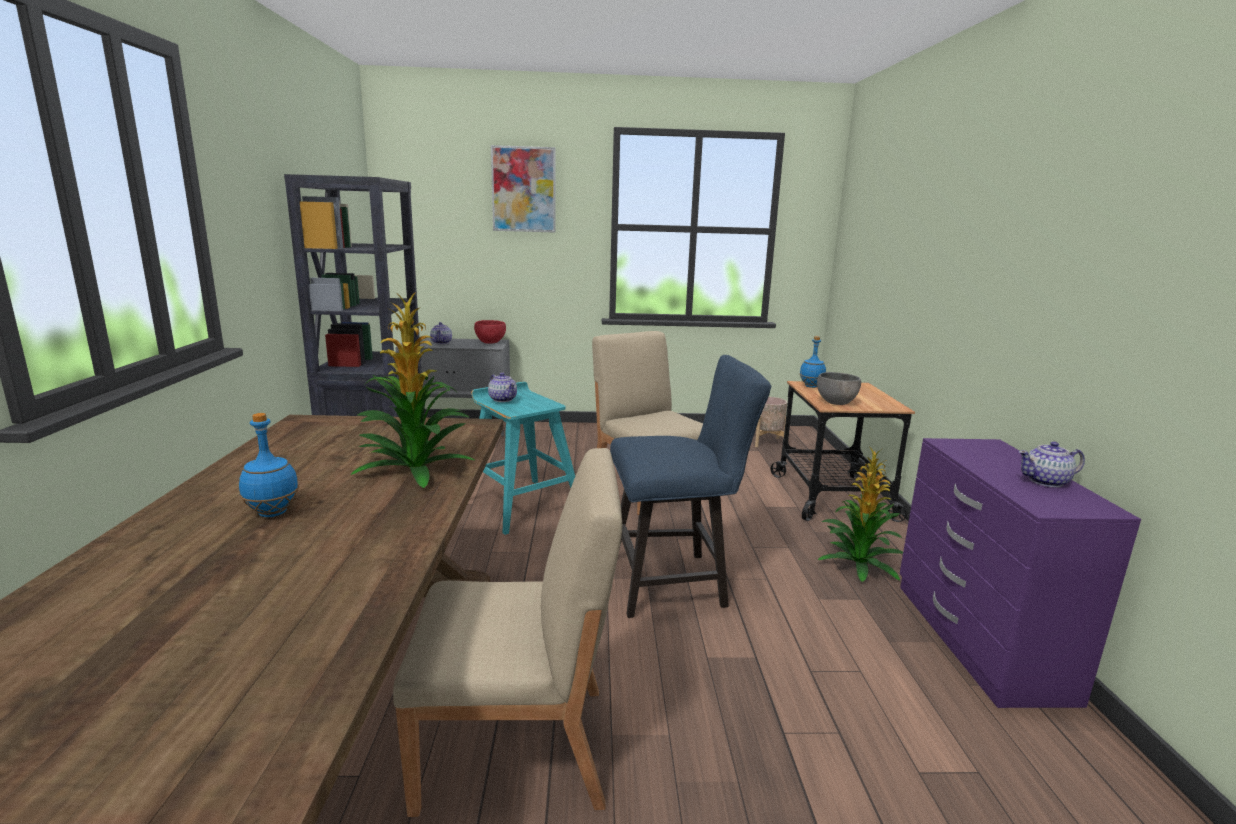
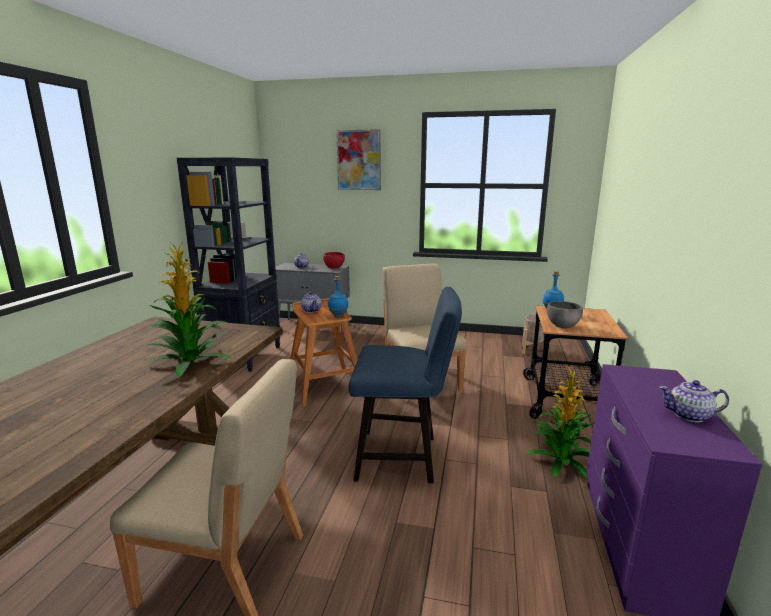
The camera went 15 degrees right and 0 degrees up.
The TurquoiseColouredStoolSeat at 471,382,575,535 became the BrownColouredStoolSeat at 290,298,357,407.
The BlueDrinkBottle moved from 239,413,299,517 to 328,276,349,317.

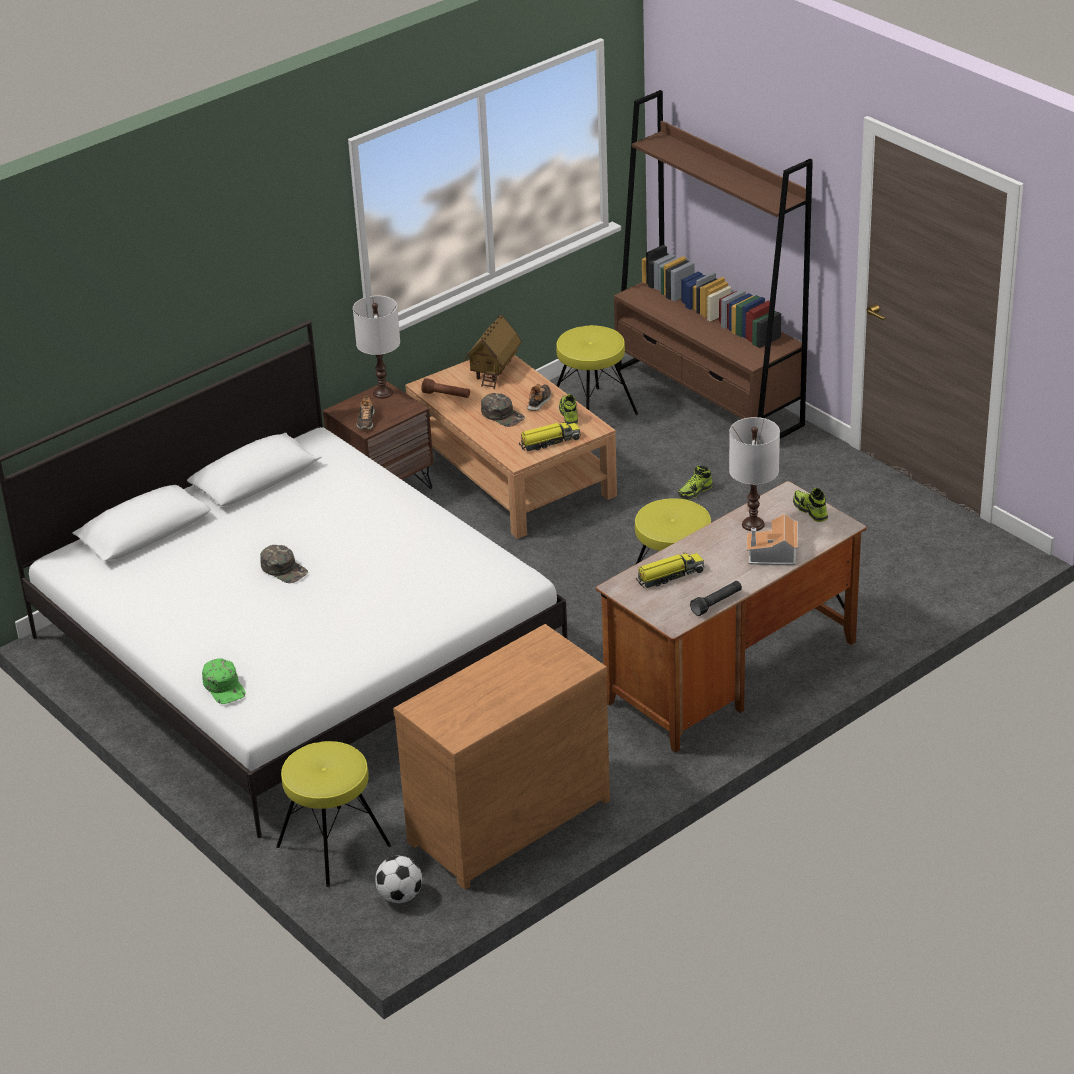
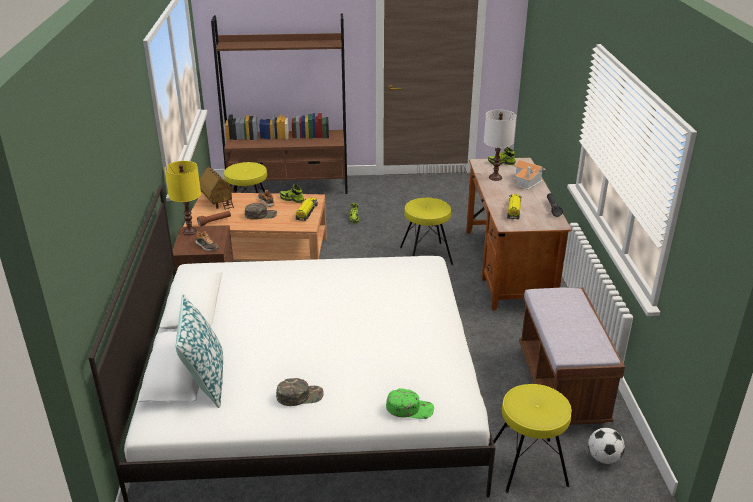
The camera went 55 degrees left and 5 degrees down.
The WhitishTableLamp at 353,296,400,399 became the YellowishTableLamp at 164,161,201,236.
The GreenCap moved from 260,545,308,583 to 276,378,324,406.
The BrownColouredDrawerChest at 393,624,610,890 was replaced by the BrownColouredLongSeat at 519,288,625,425.
The ThrowPillow at 176,294,223,408 appeared.

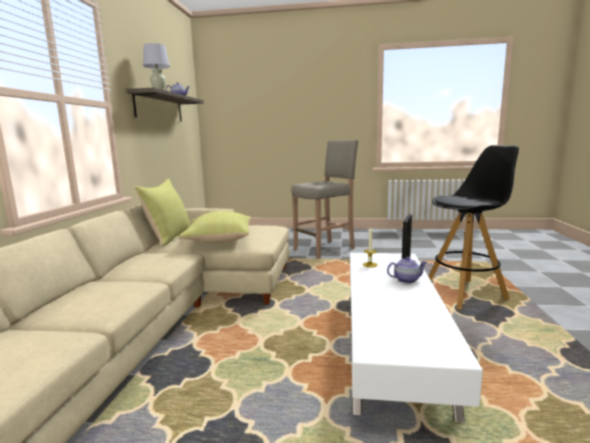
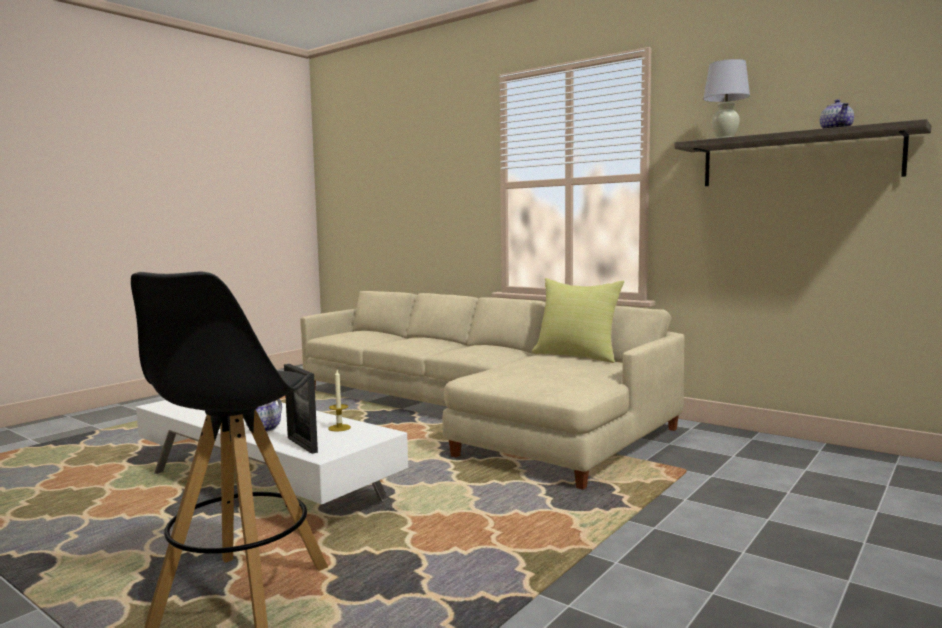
The camera went 120 degrees right and 5 degrees down.
The SandColouredStoolSeat at 291,140,359,259 disappeared.
The YellowishThrowPillow at 179,211,250,243 disappeared.

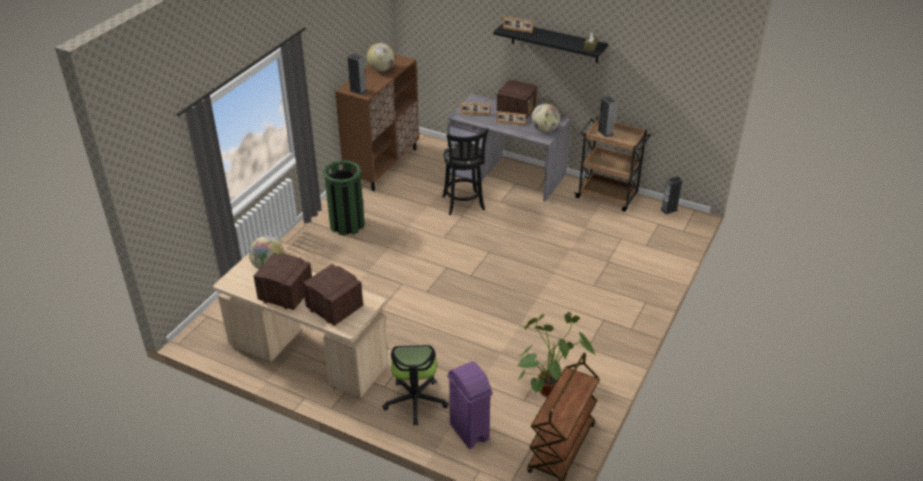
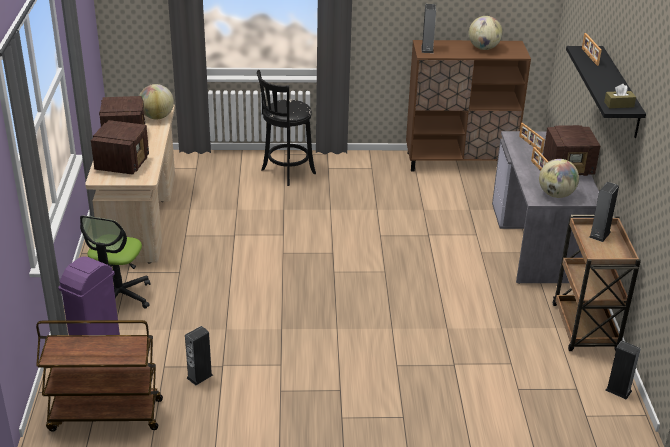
The camera went 60 degrees right and 5 degrees down.
The BlackStoolSeat moved from 442,128,489,215 to 257,70,316,186.
The GreenWasteBin at 323,160,365,236 disappeared.
The Houseplant at 516,312,596,397 was replaced by the AudioSpeaker at 185,326,213,386.
The DeskChair at 382,345,449,425 turned 45 degrees counterclockwise.

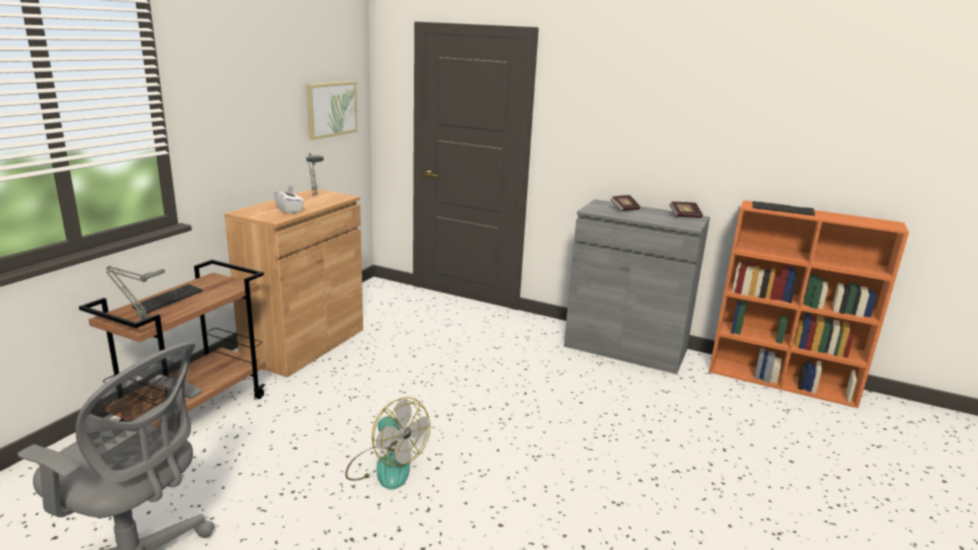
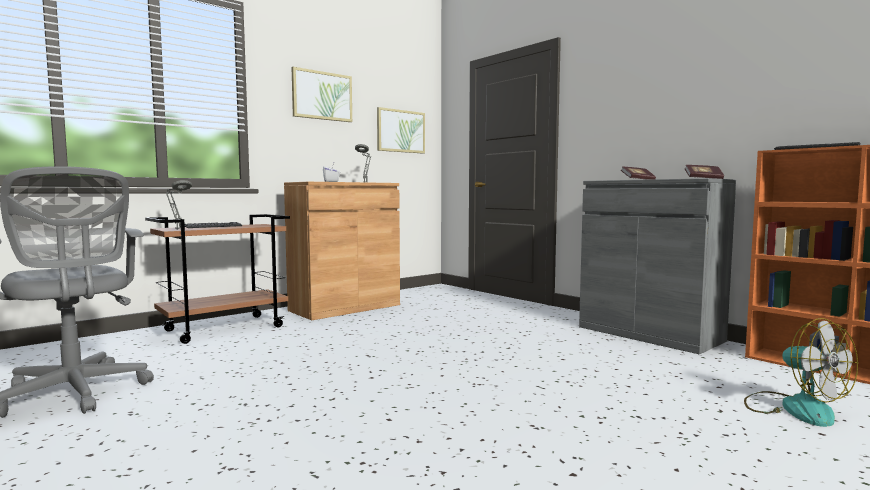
The camera went 25 degrees right and 15 degrees down.
The Fan moved from 345,397,430,489 to 744,318,858,427.
The Picture at 291,67,352,122 appeared.

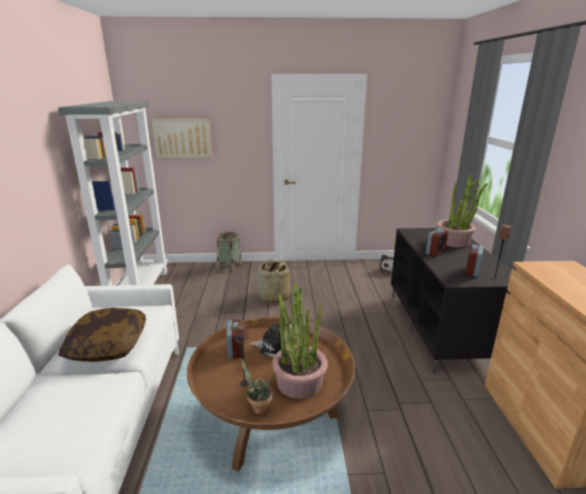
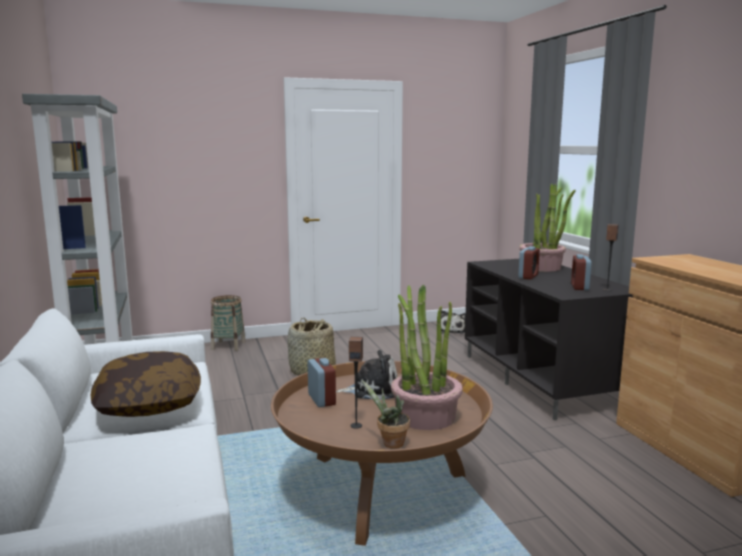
The camera went 15 degrees left and 10 degrees down.
The Picture at 151,119,212,158 disappeared.

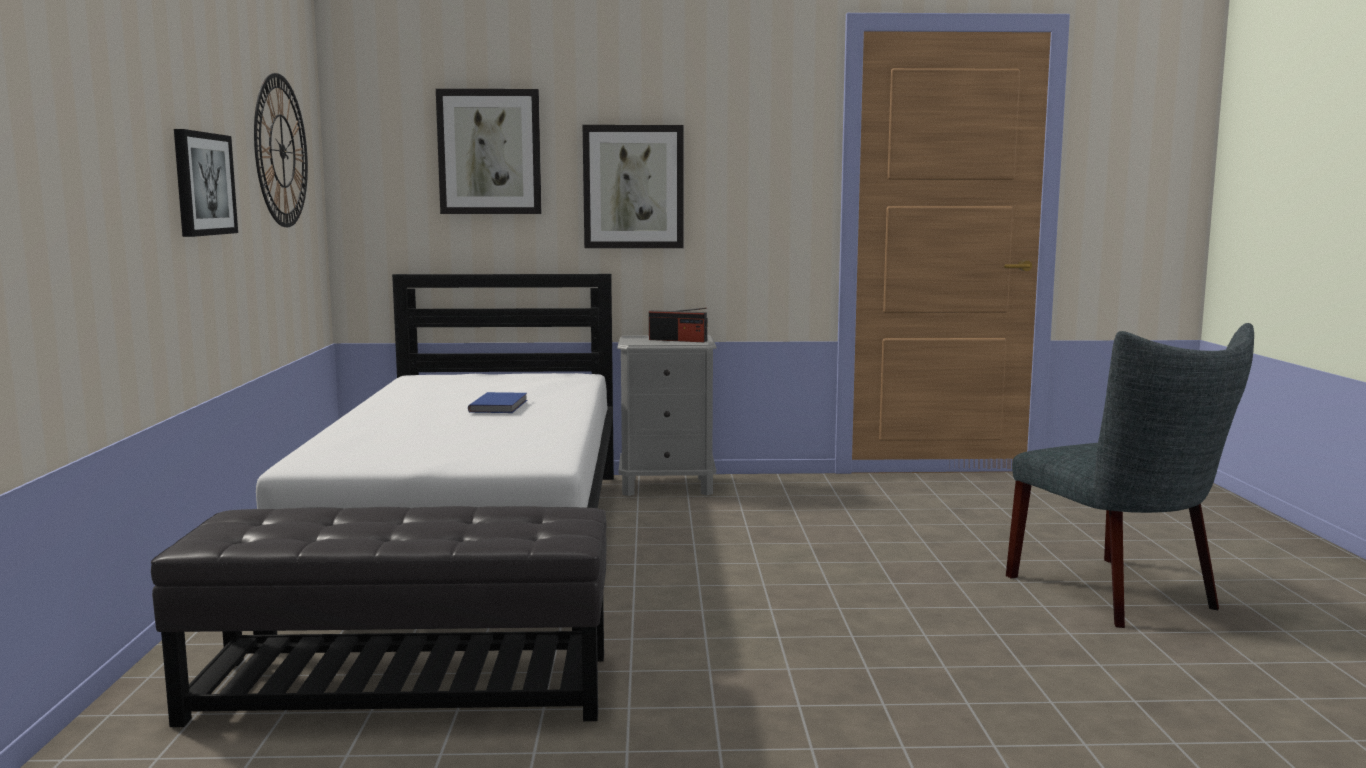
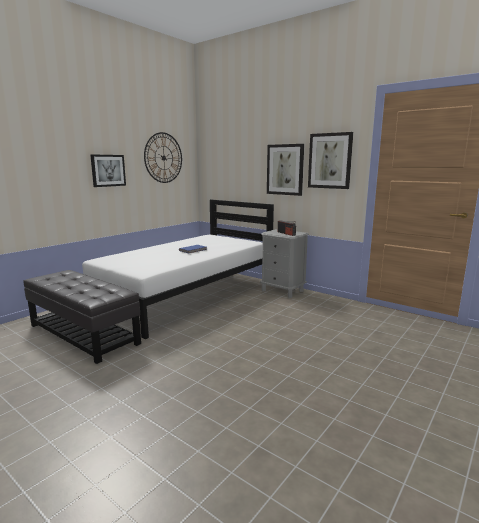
The camera went 40 degrees right and 5 degrees up.
The Picture moved from 436,89,542,214 to 308,132,353,189.
The GreyPlainChair at 1006,323,1254,628 disappeared.

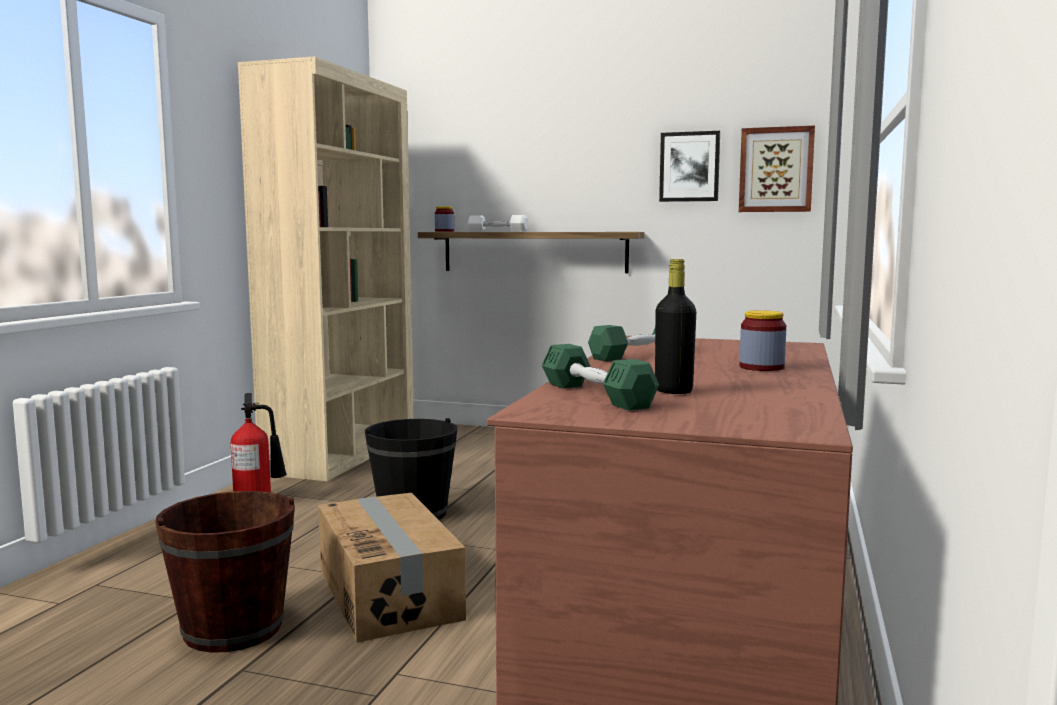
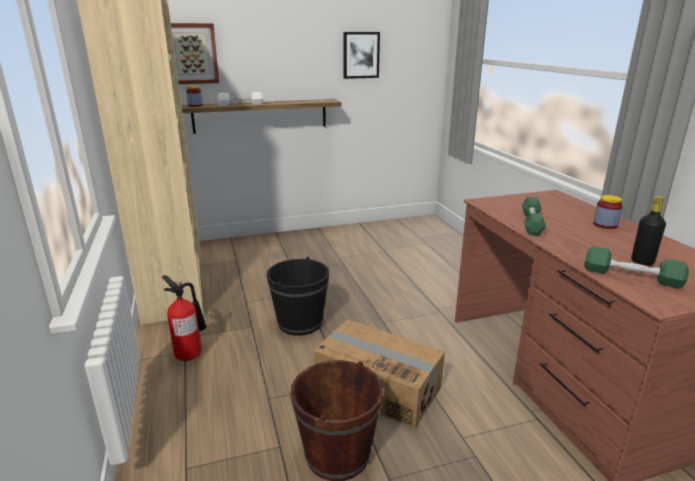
The camera went 35 degrees left and 15 degrees up.
The Picture moved from 739,126,815,212 to 171,23,219,84.

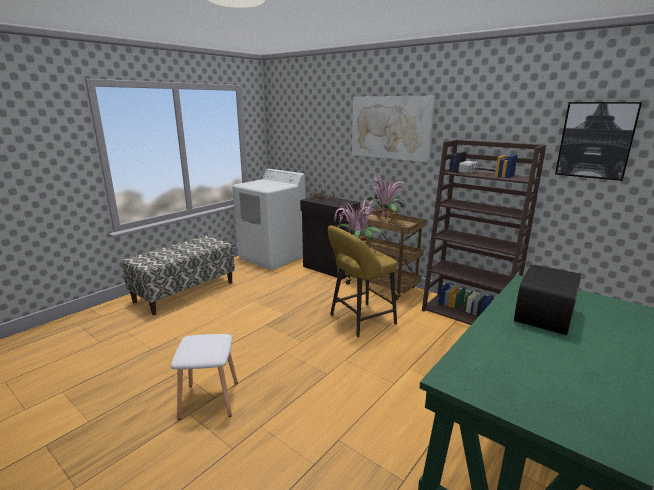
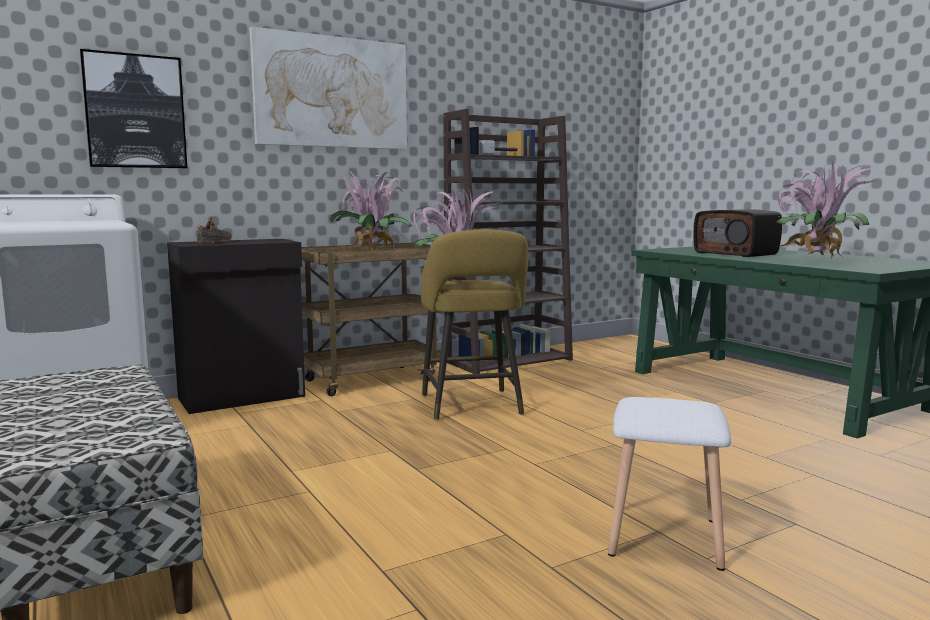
The camera went 70 degrees left and 10 degrees down.
The Picture moved from 555,102,642,181 to 80,49,187,168.
The Houseplant at 776,161,878,260 appeared.

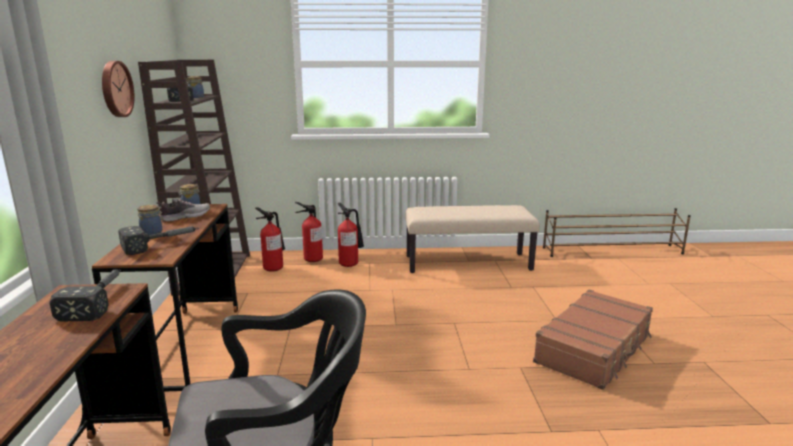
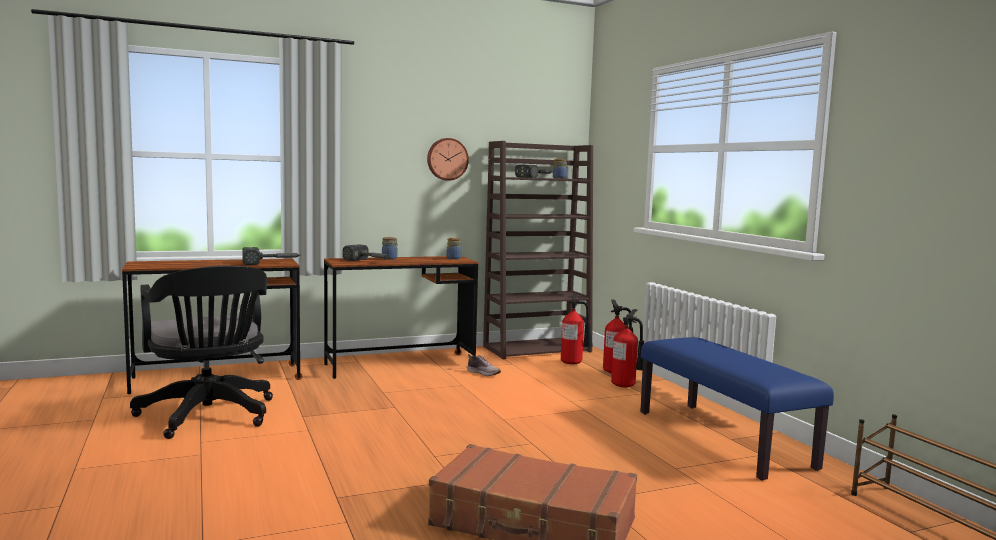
The camera went 70 degrees right and 10 degrees down.
The LowShoe moved from 156,198,210,221 to 467,354,501,376.
The SandColouredLongSeat at 405,205,540,273 became the BlueLongSeat at 641,337,834,480.

